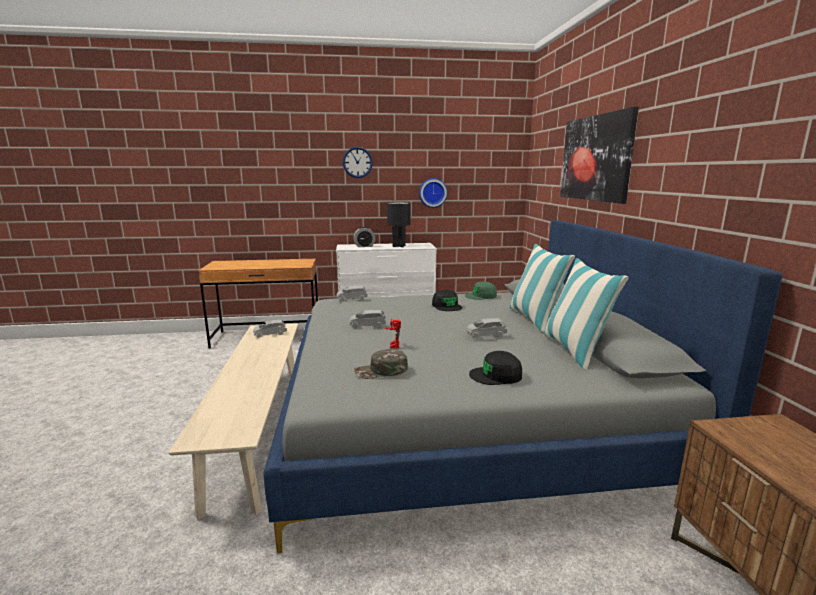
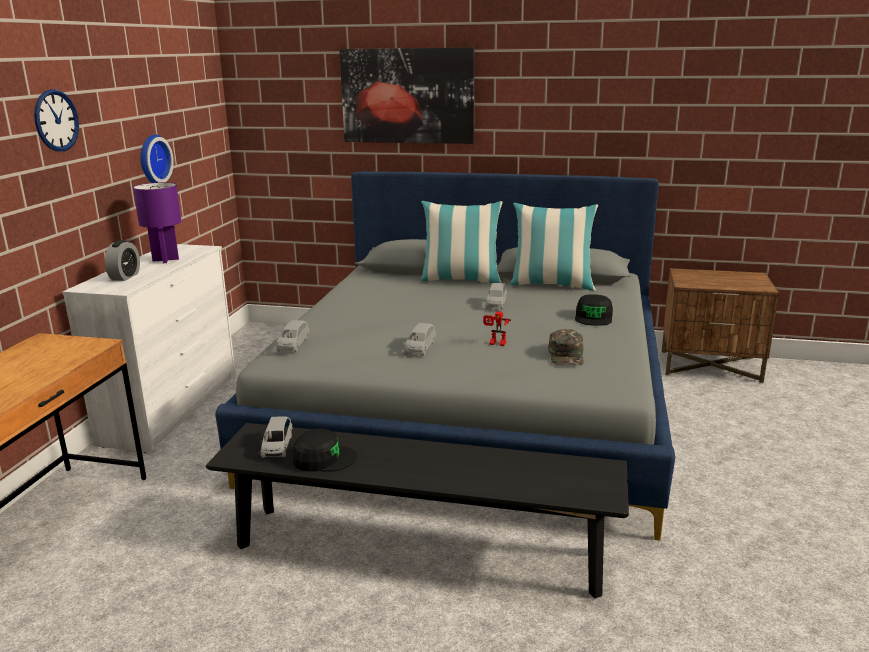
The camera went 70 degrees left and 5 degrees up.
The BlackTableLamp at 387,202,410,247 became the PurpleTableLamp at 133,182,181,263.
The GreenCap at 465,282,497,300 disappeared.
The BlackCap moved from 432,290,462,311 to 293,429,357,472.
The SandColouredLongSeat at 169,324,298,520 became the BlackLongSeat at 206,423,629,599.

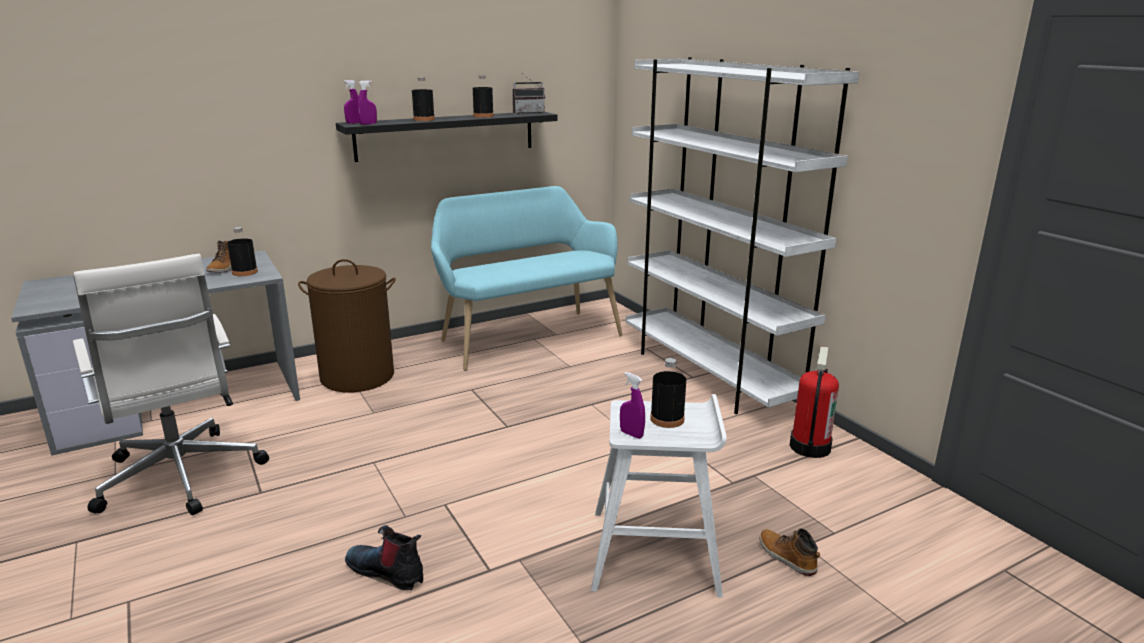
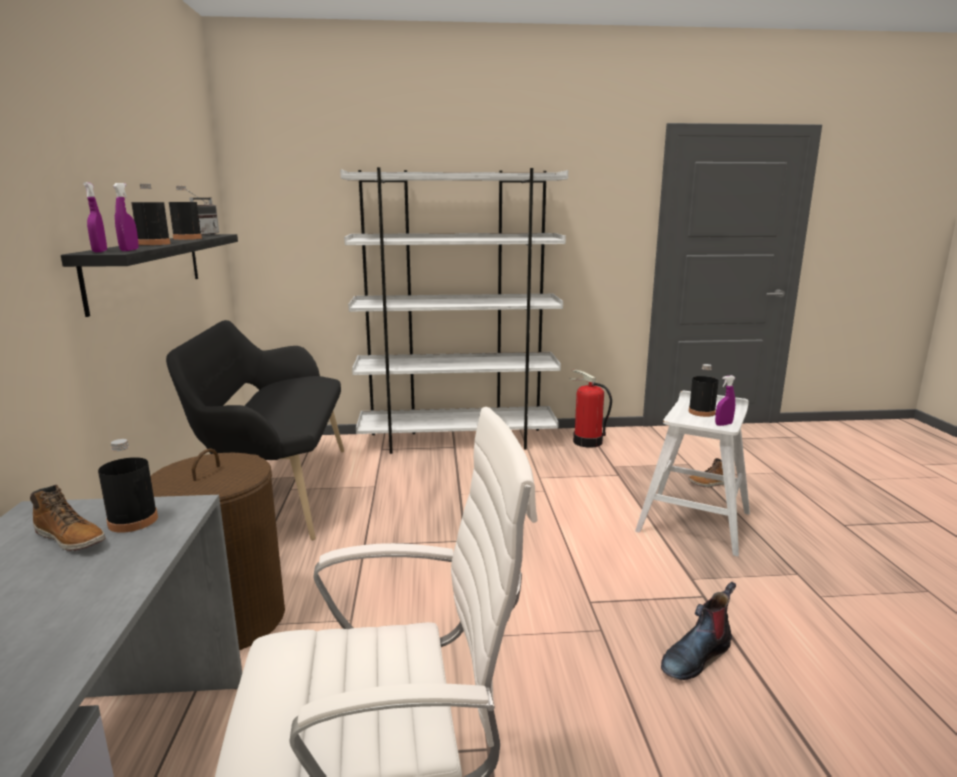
The camera went 65 degrees left and 5 degrees down.
The TurquoiseColouredLongSeat at 431,186,623,371 became the BlackLongSeat at 166,320,344,540.

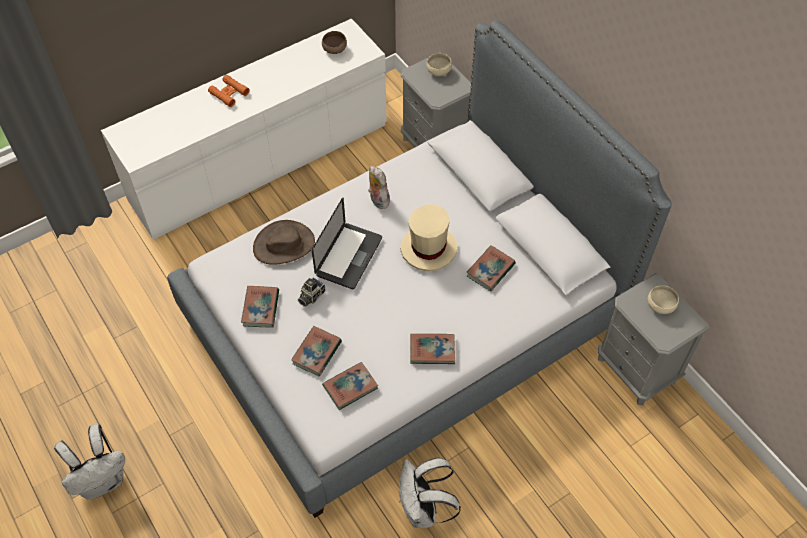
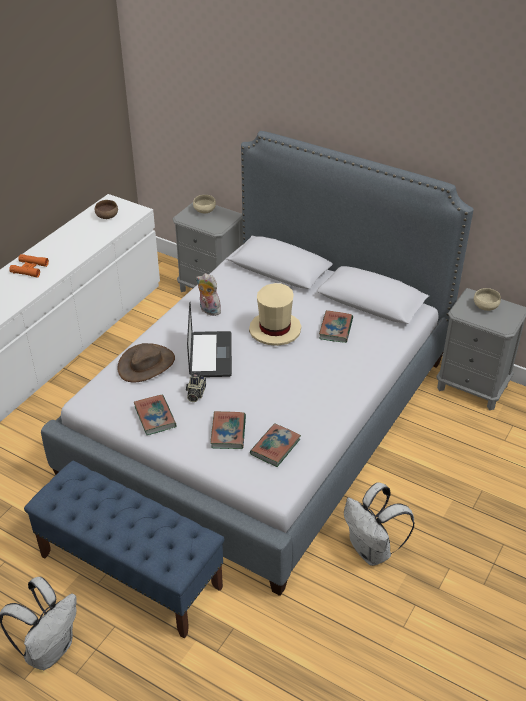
The camera went 25 degrees left and 15 degrees down.
The BoundBook at 410,334,455,364 disappeared.
The BlueLongSeat at 24,461,225,639 appeared.

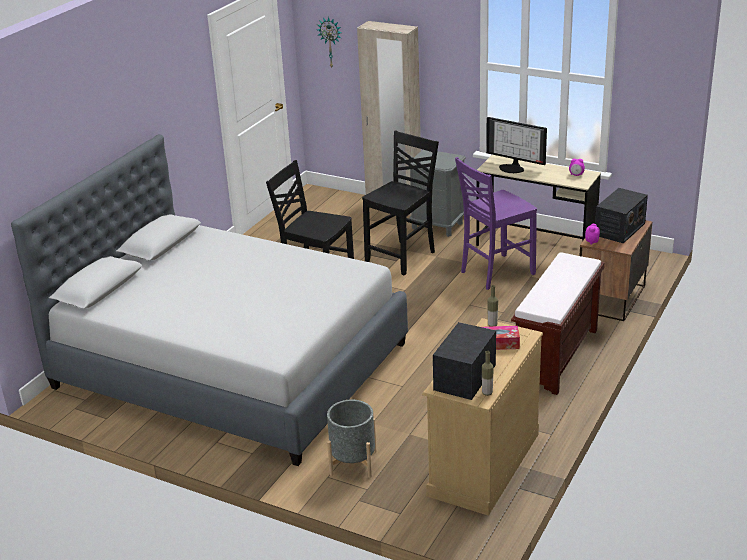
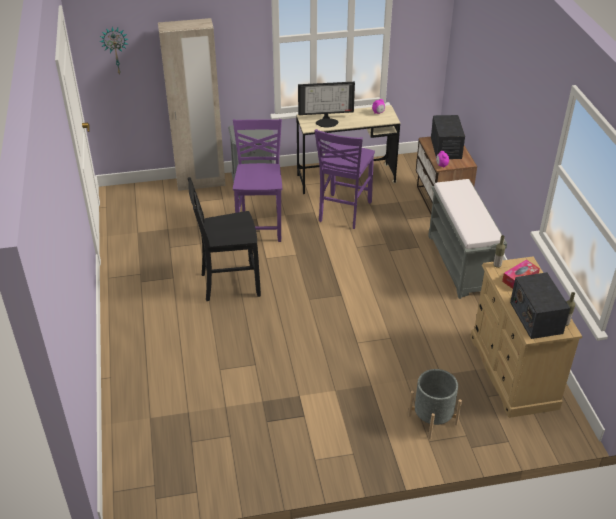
The camera went 40 degrees left and 10 degrees up.
The BlackPlainChair at 362,130,439,275 became the PurplePlainChair at 233,119,282,242.
The GreyBed at 11,134,408,466 disappeared.
The BrownColouredLongSeat at 511,252,605,395 became the GreyLongSeat at 428,179,507,299.

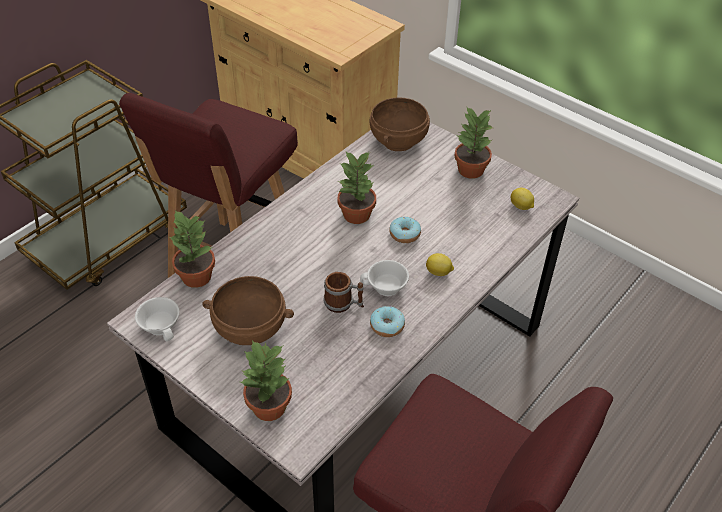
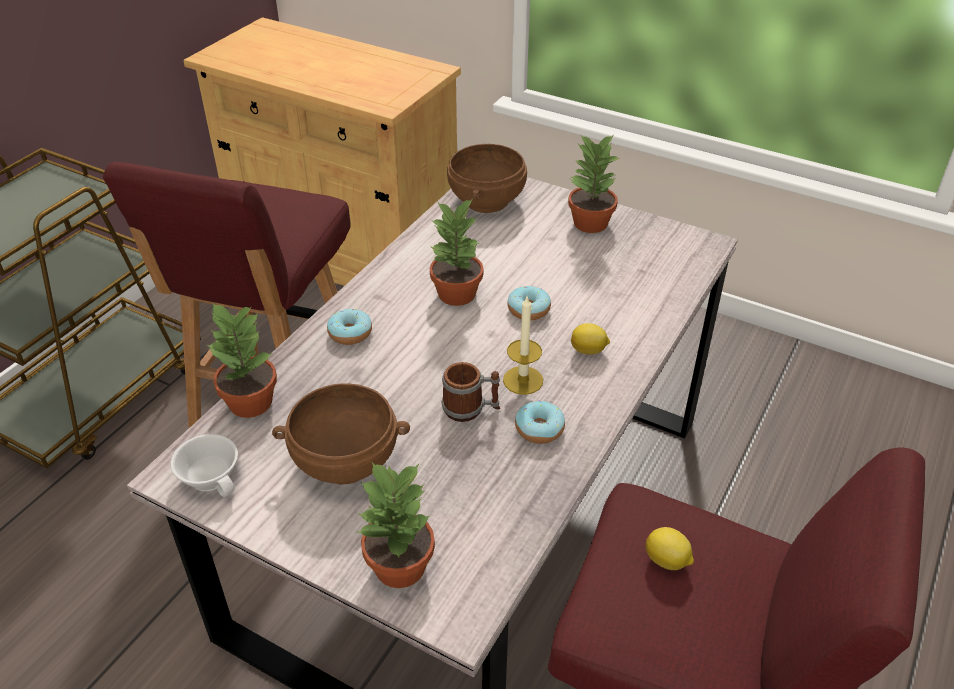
The camera went 10 degrees left and 5 degrees down.
The Lemon moved from 510,188,534,210 to 646,527,694,570.
The WhitishDrinkingCup at 360,260,409,296 was replaced by the WaxCandle at 503,297,543,395.
The RingDoughnut at 327,309,372,345 appeared.

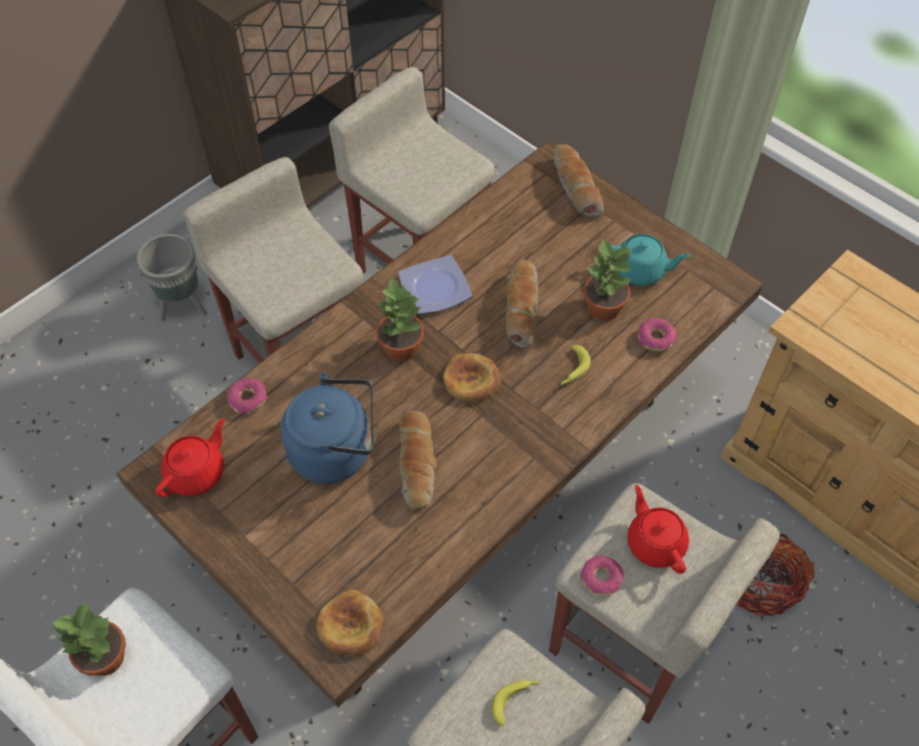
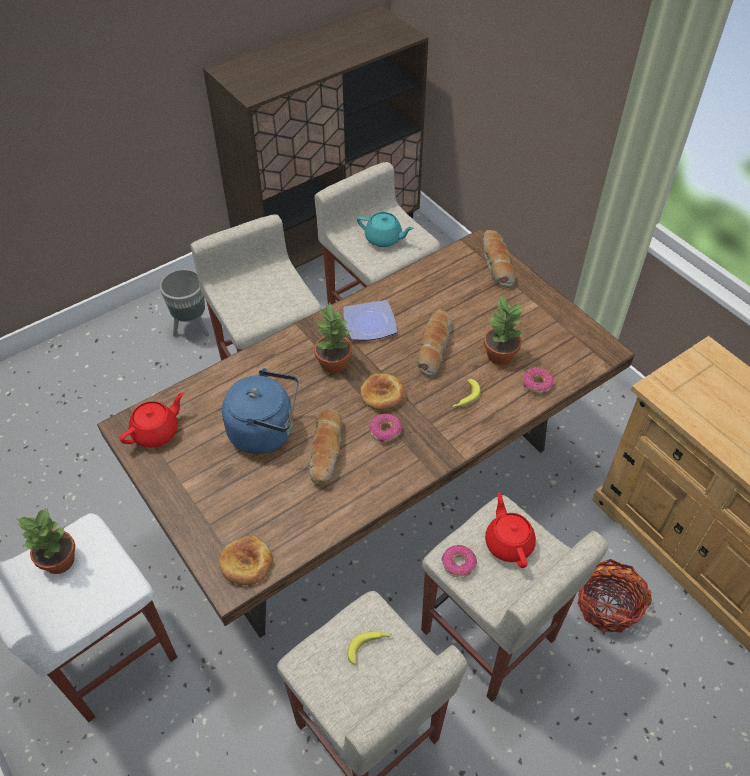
The camera went 10 degrees right and 5 degrees down.
The TurquoiseColouredPotForTea moved from 611,234,691,286 to 357,212,414,247.
The RingDoughnut moved from 227,378,267,415 to 369,413,402,442.

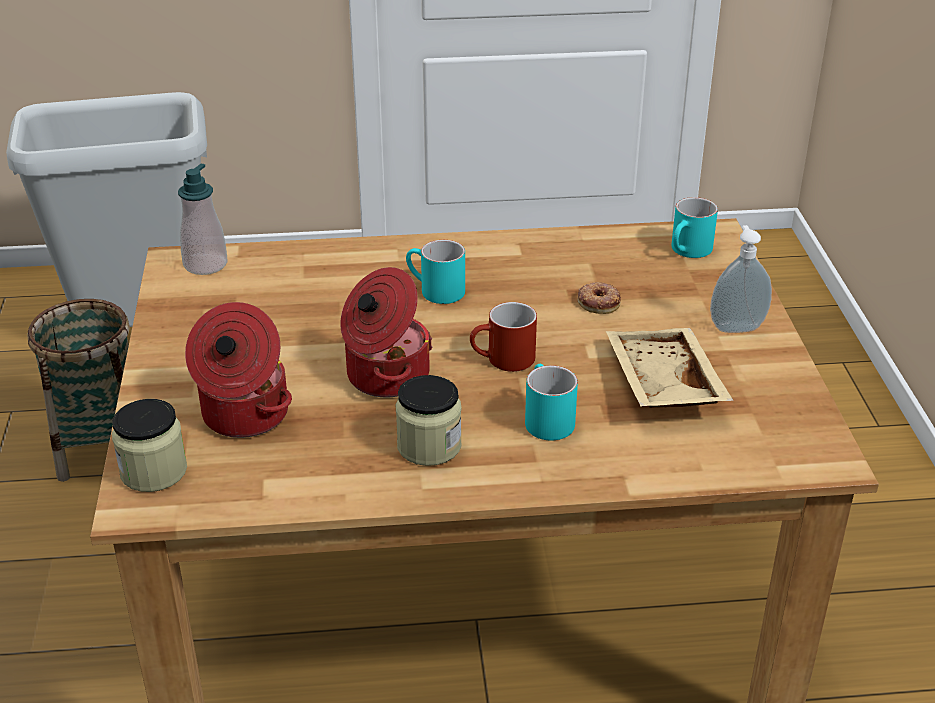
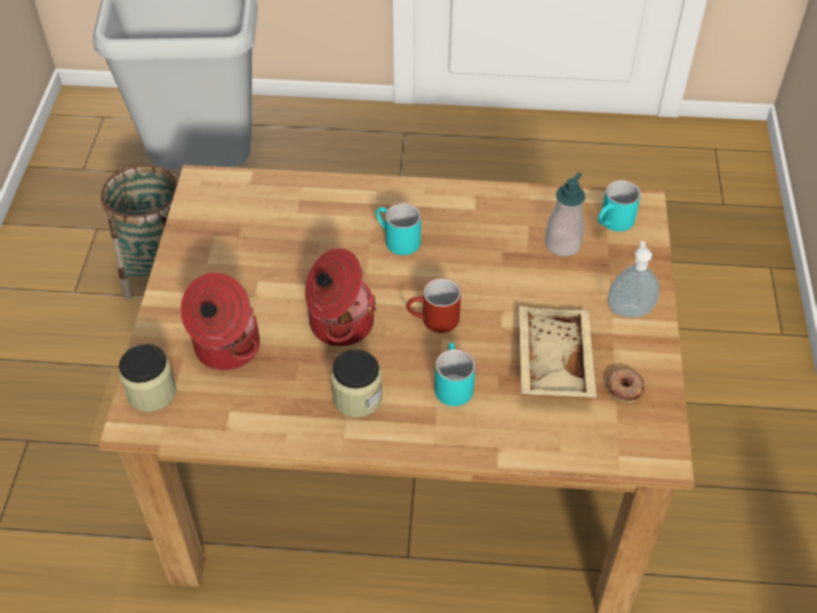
The camera went 10 degrees right and 15 degrees up.
The SoapDispenser moved from 178,164,227,275 to 545,172,585,256.
The RingDoughnut moved from 578,282,621,314 to 606,368,644,404.

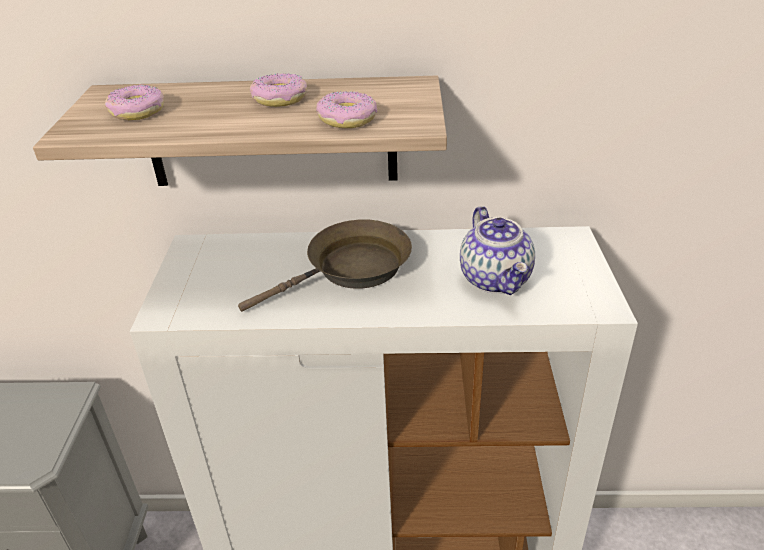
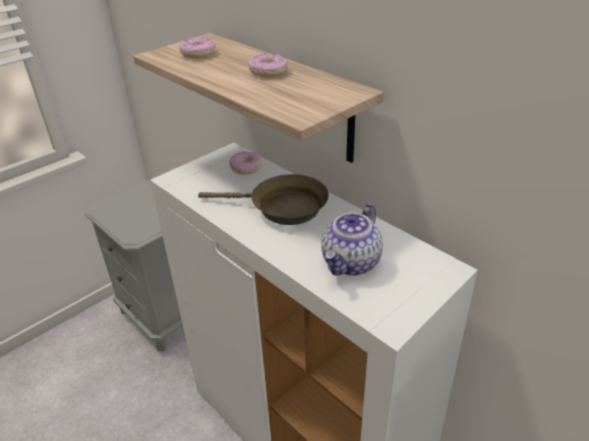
The camera went 45 degrees right and 0 degrees up.
The RingDoughnut moved from 316,91,377,128 to 229,151,262,175.

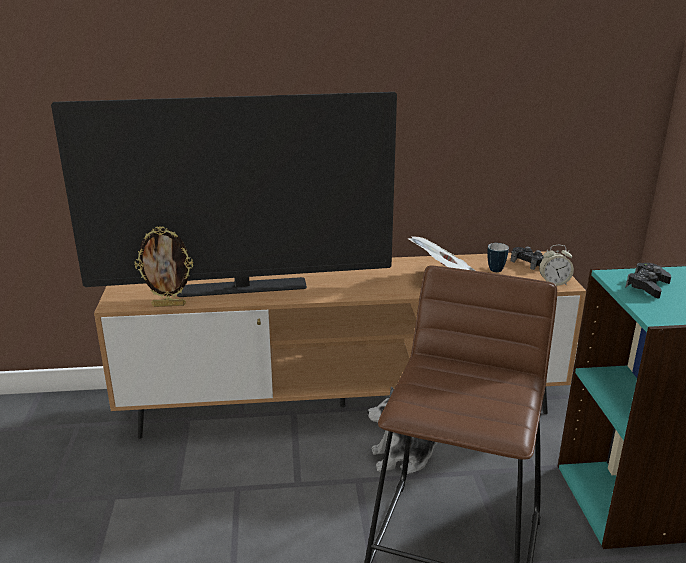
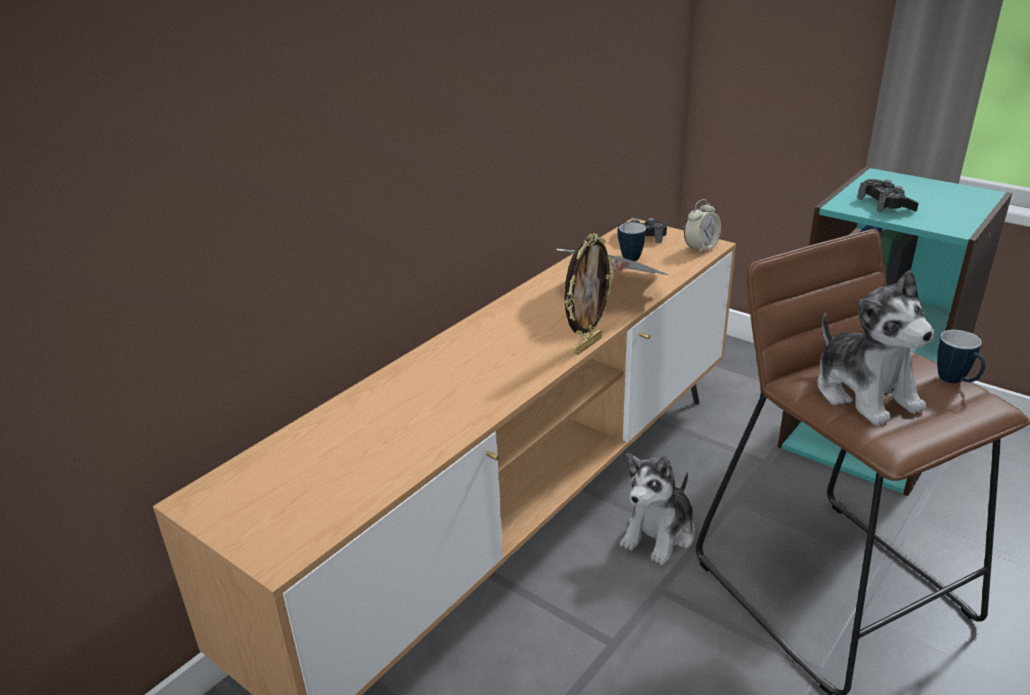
The camera went 45 degrees left and 5 degrees up.
The TvSet at 51,92,397,297 disappeared.
The StandingFrame moved from 134,226,193,307 to 564,233,614,355.
The PlushToy at 818,270,935,426 appeared.
The TeaMug at 937,330,985,383 appeared.

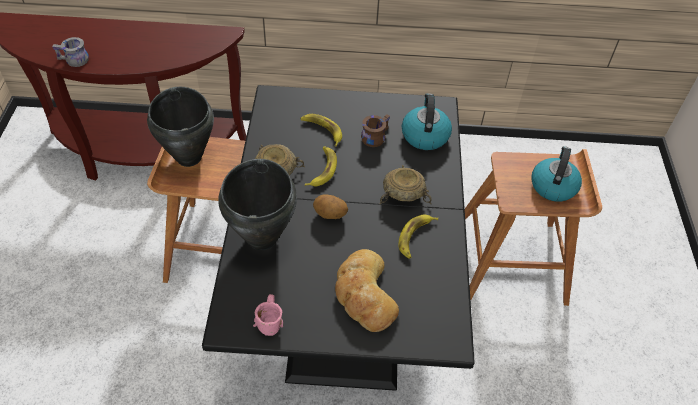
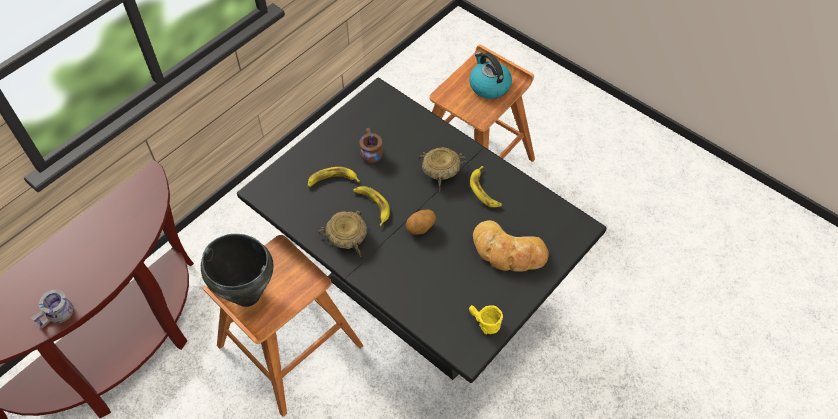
The camera went 50 degrees left and 5 degrees up.
The TeaKettle at 402,93,452,150 disappeared.
The BlackSaucepot at 218,159,297,250 disappeared.
The PinkTeaMug at 253,294,283,336 became the YellowishTeaMug at 469,305,503,335.

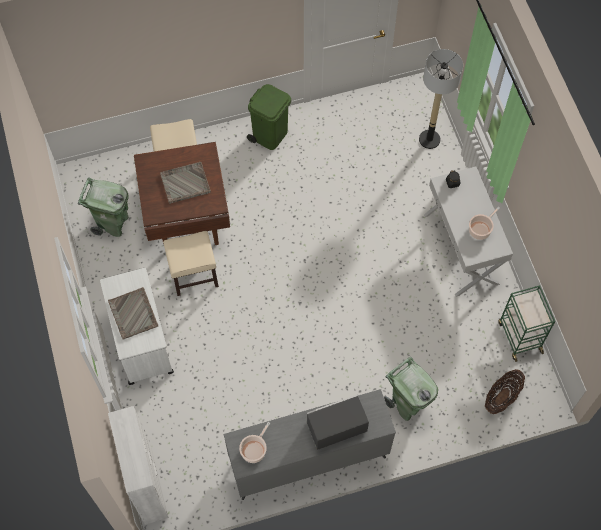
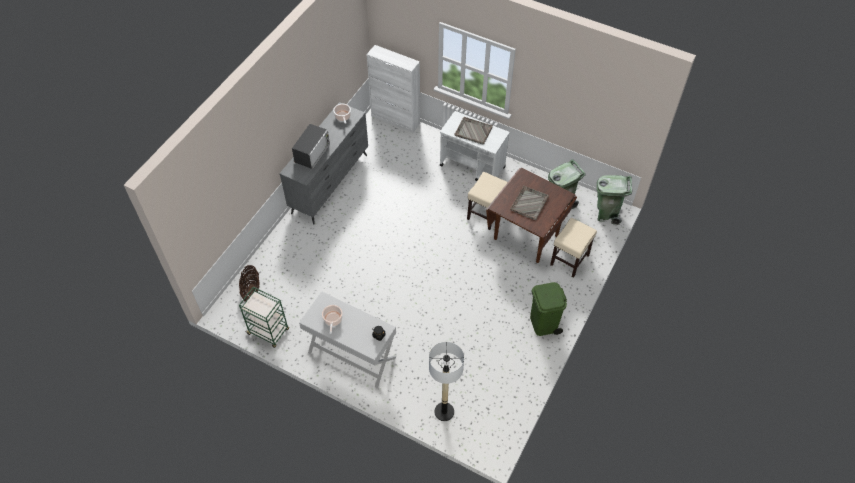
The camera went 135 degrees right and 10 degrees down.
The GreenWasteBin moved from 384,357,438,421 to 597,175,632,225.

